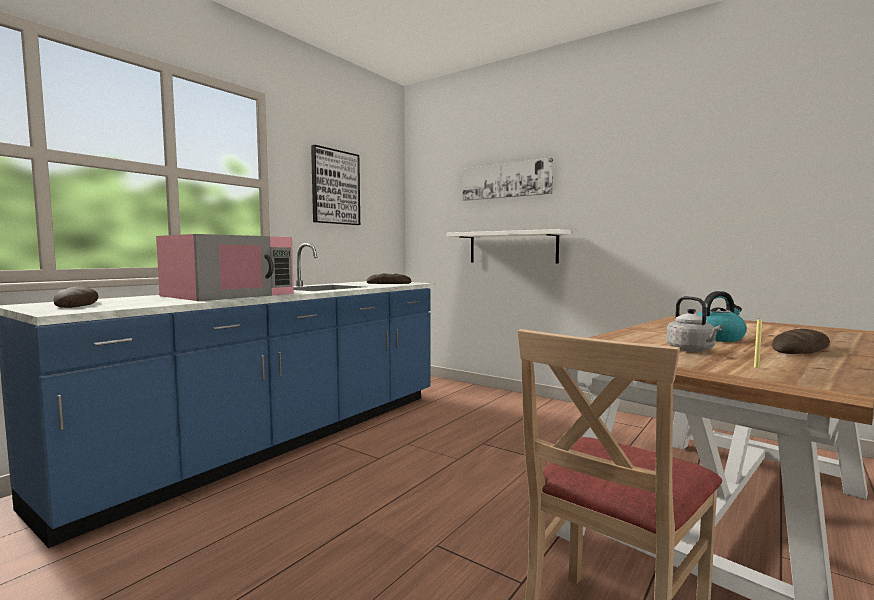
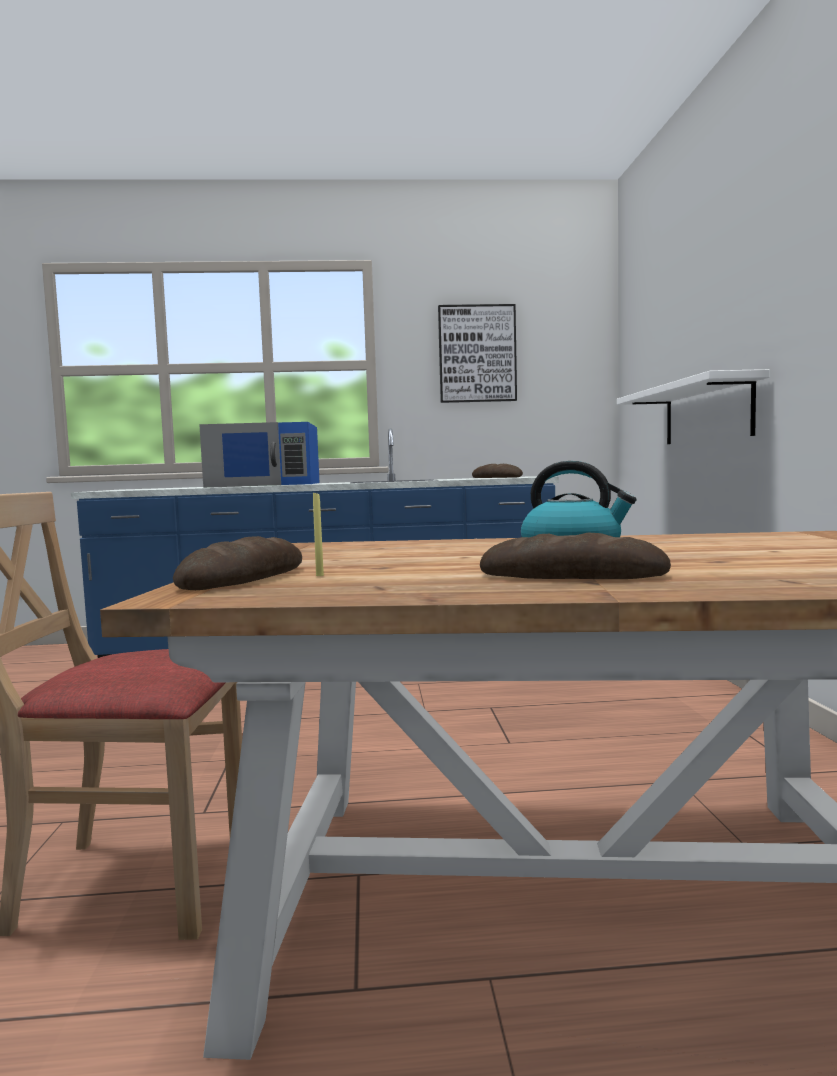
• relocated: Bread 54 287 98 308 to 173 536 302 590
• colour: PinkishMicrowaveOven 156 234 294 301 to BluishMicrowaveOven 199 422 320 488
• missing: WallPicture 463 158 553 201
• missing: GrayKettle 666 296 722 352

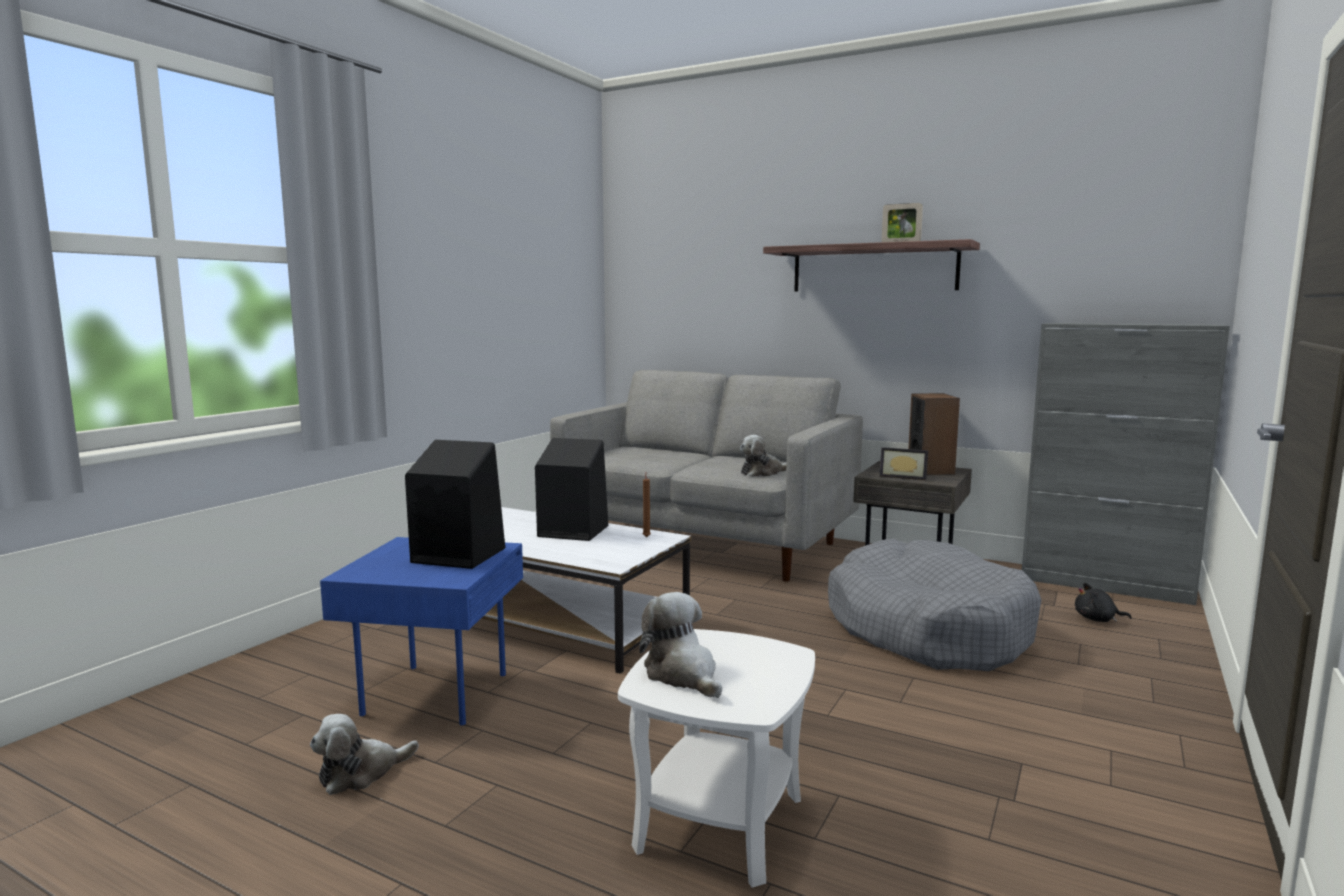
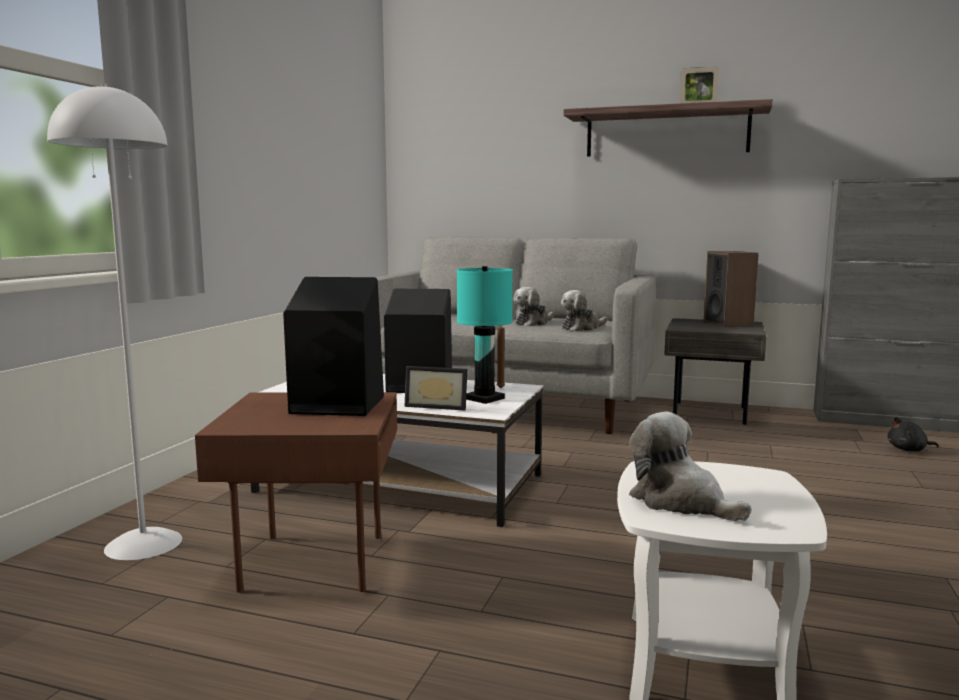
• relocated: SoftToy 310 714 419 795 to 513 287 554 326
• colour: BluishAccentTable 320 537 523 725 to BrownColouredAccentTable 195 392 397 592
• missing: GrayDogBed 828 539 1041 671
• relocated: PhotoFrame 879 447 928 480 to 405 366 467 410
• appeared: WhiteStandardLamp 47 84 182 561
• appeared: TurquoiseTabletopLamp 457 266 513 404

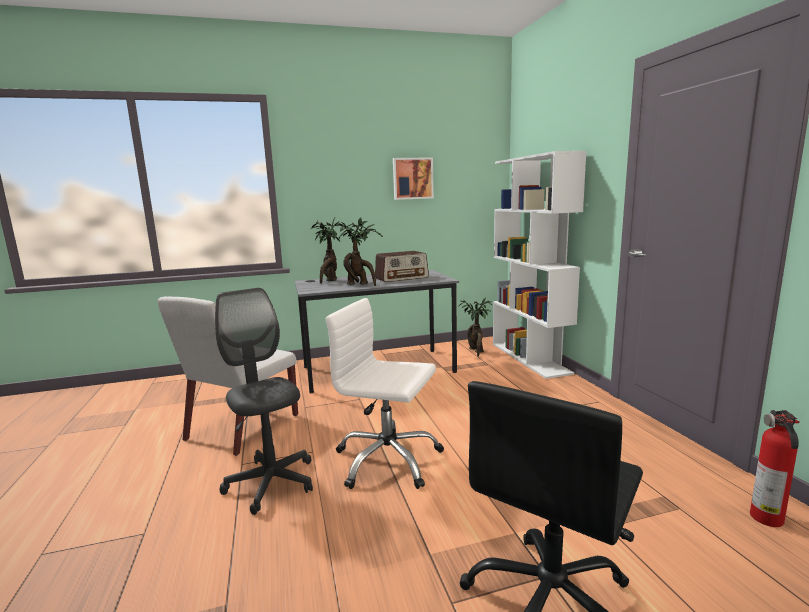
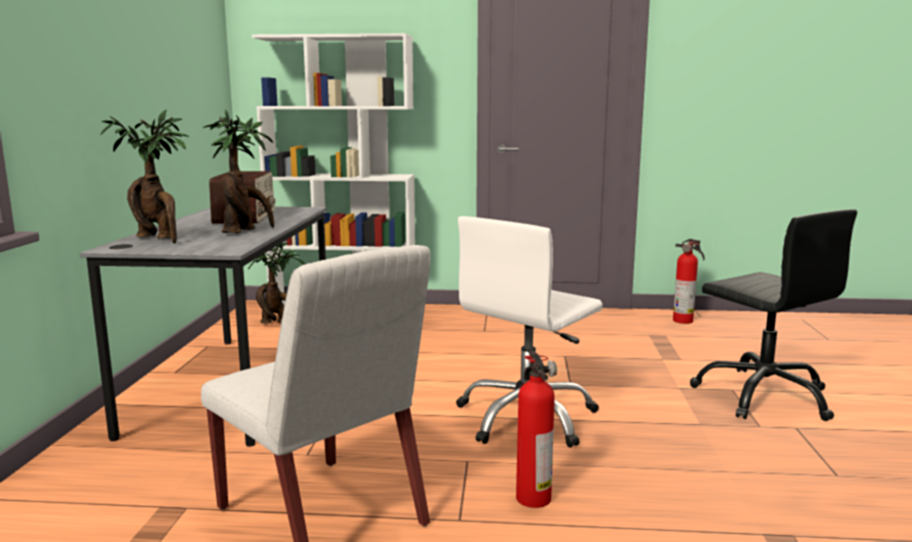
• exchanged: GrayComputerChair 215 288 313 515 to FireExtinguisher 516 350 557 508
• missing: WallPicture 393 157 434 200

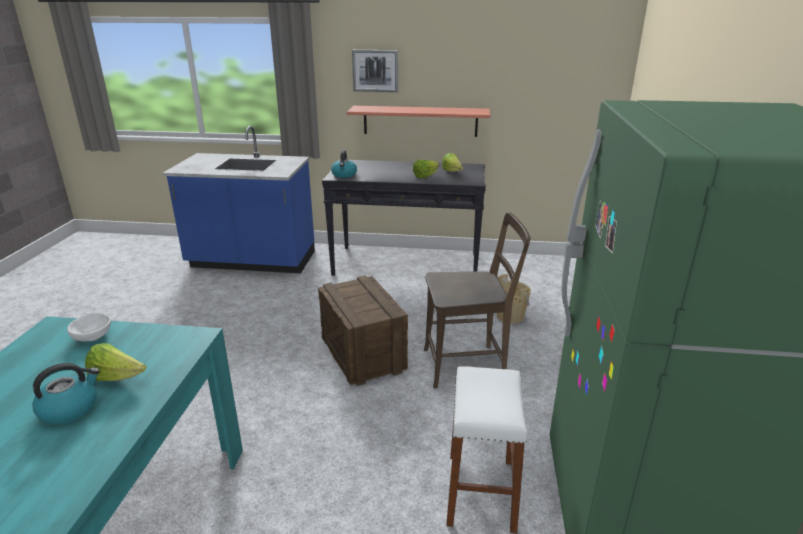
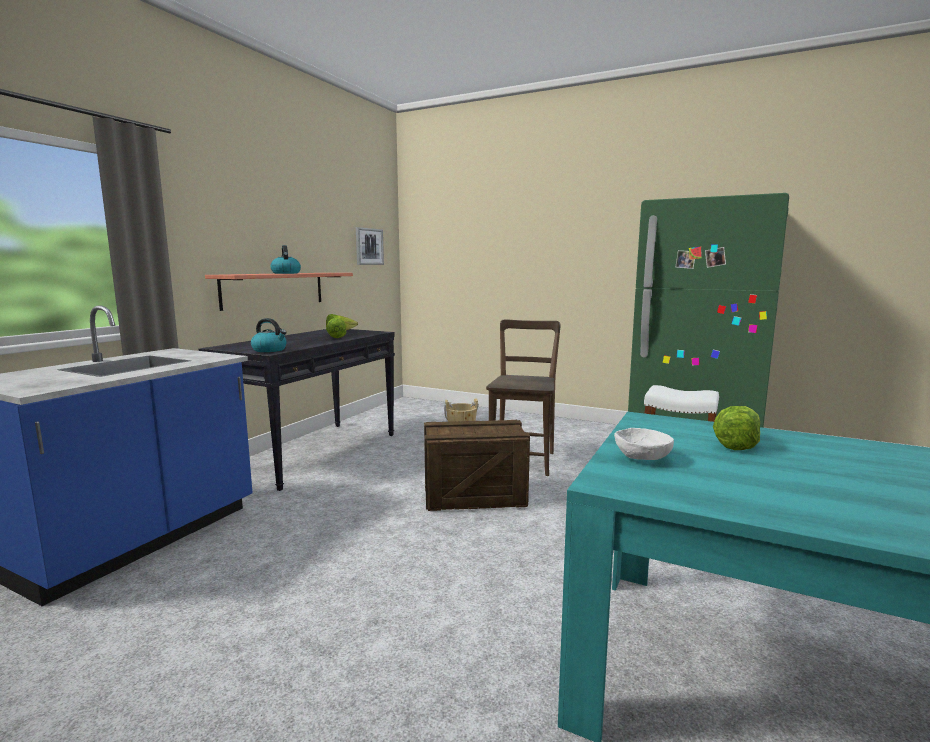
• relocated: Kettle 32 363 100 424 to 270 245 301 274
• relocated: WallPicture 352 50 398 92 to 356 227 384 265

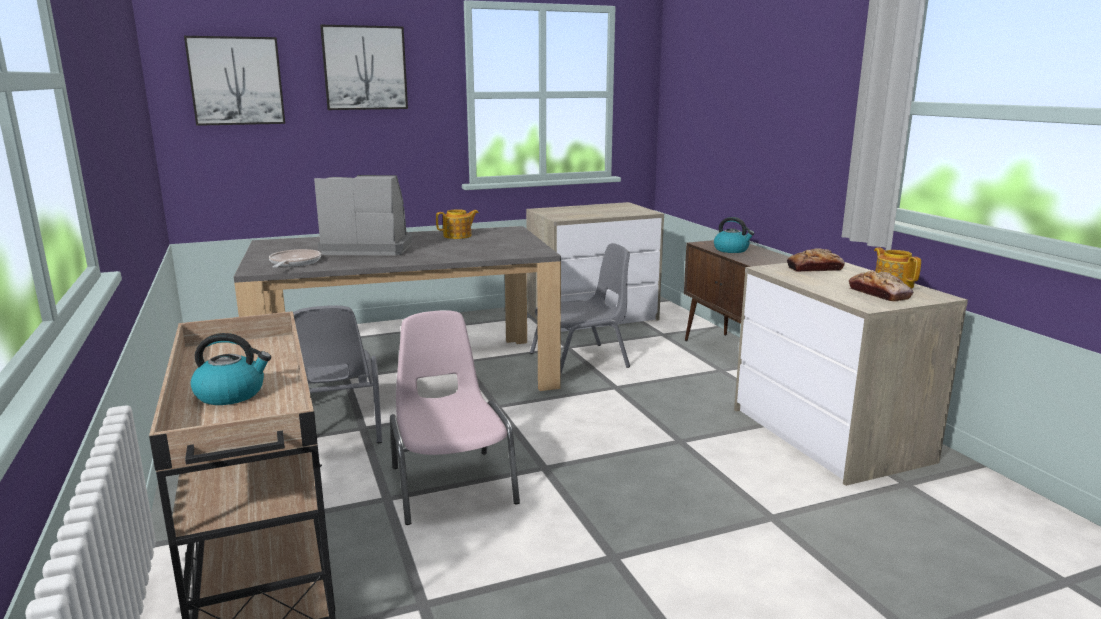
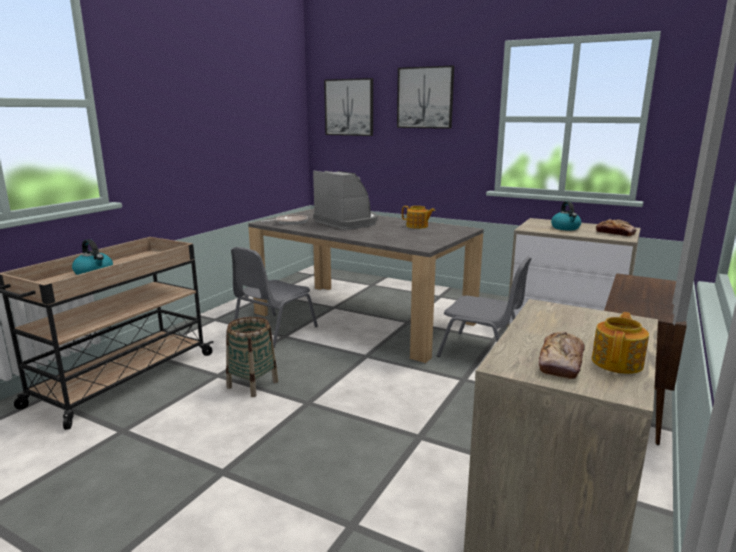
• exchanged: PinkishPlainChair 390 310 520 525 to StorageBasket 226 317 278 397
• relocated: Kettle 714 217 755 253 to 551 201 581 230
• relocated: Bread 787 248 845 272 to 596 219 636 236

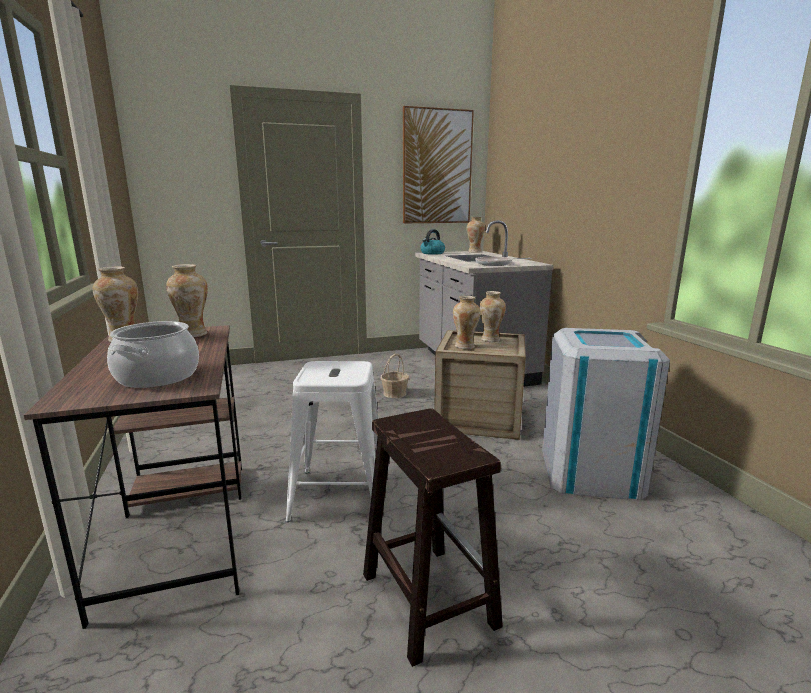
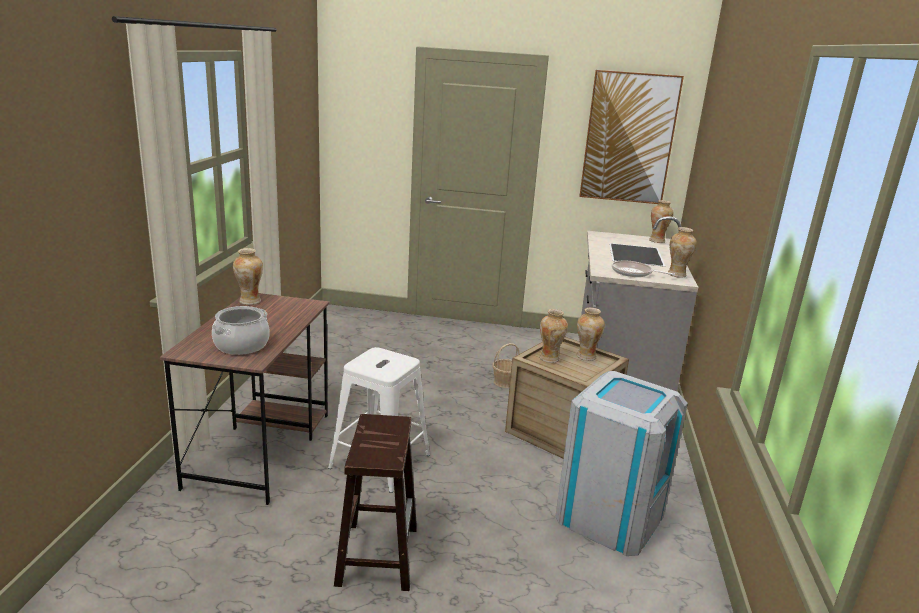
• relocated: FlowerVase 166 264 208 337 to 668 227 697 278
• missing: Kettle 421 229 445 255

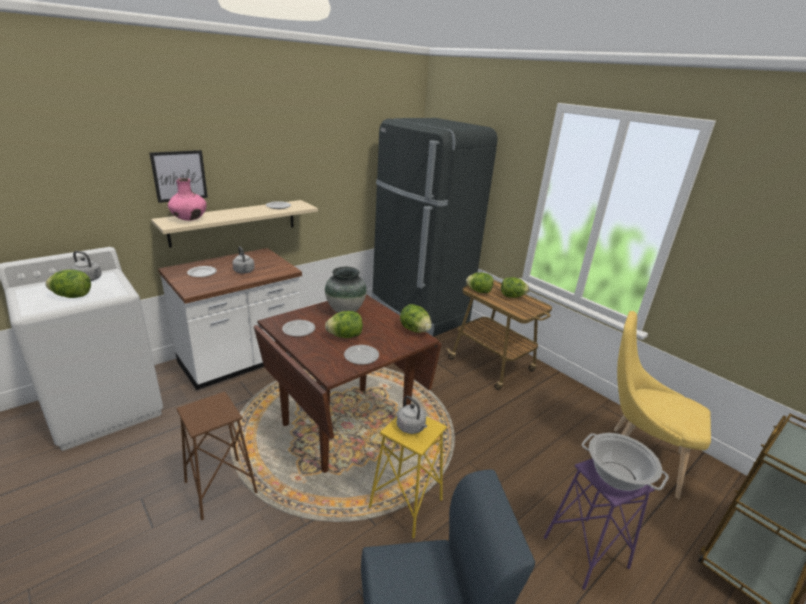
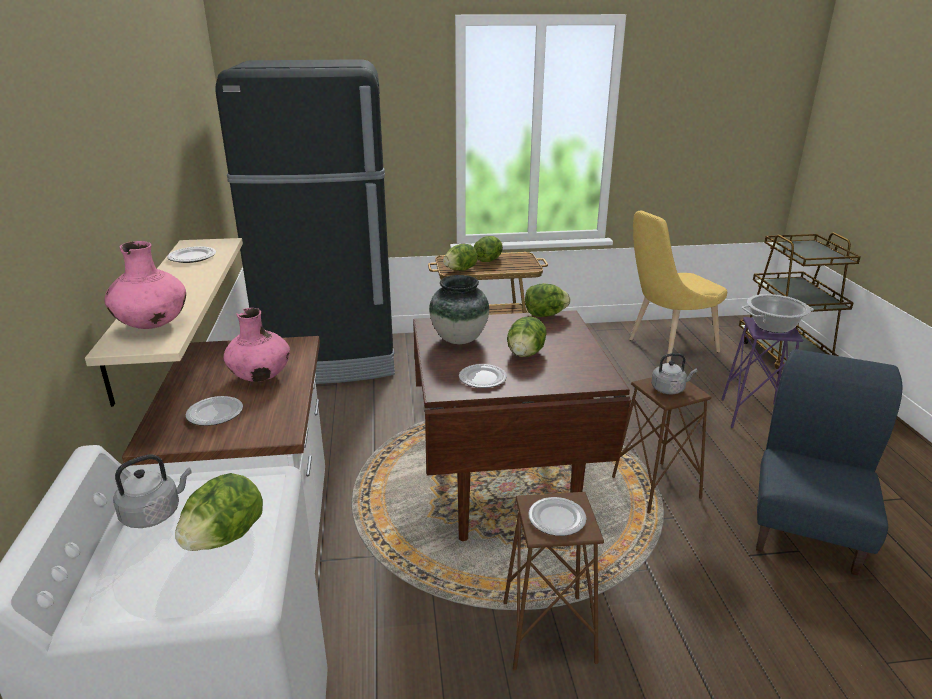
• missing: WallPicture 150 150 208 203
• exchanged: GrayKettle 232 246 255 274 to PinkishFlowerVase 224 308 290 382
• relocated: FlatDish 344 345 379 365 to 528 497 587 536
• colour: YellowStoolSeat 369 416 447 538 to BrownColouredStoolSeat 612 377 711 513

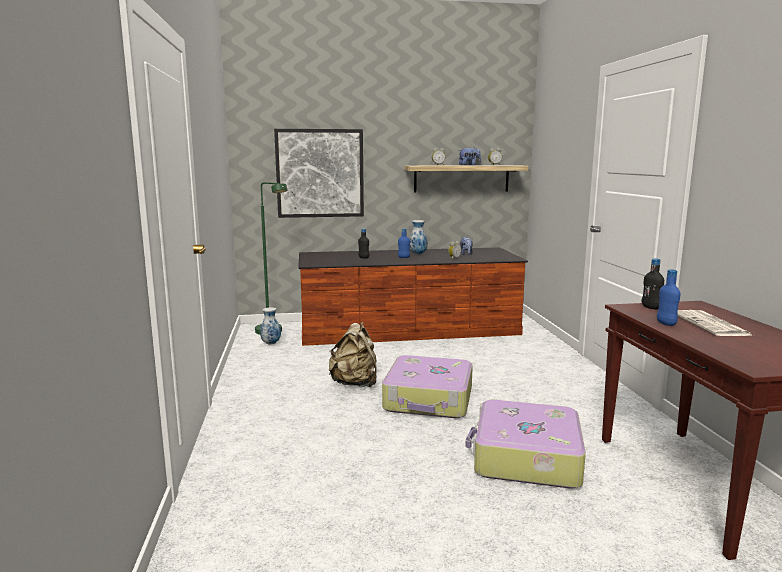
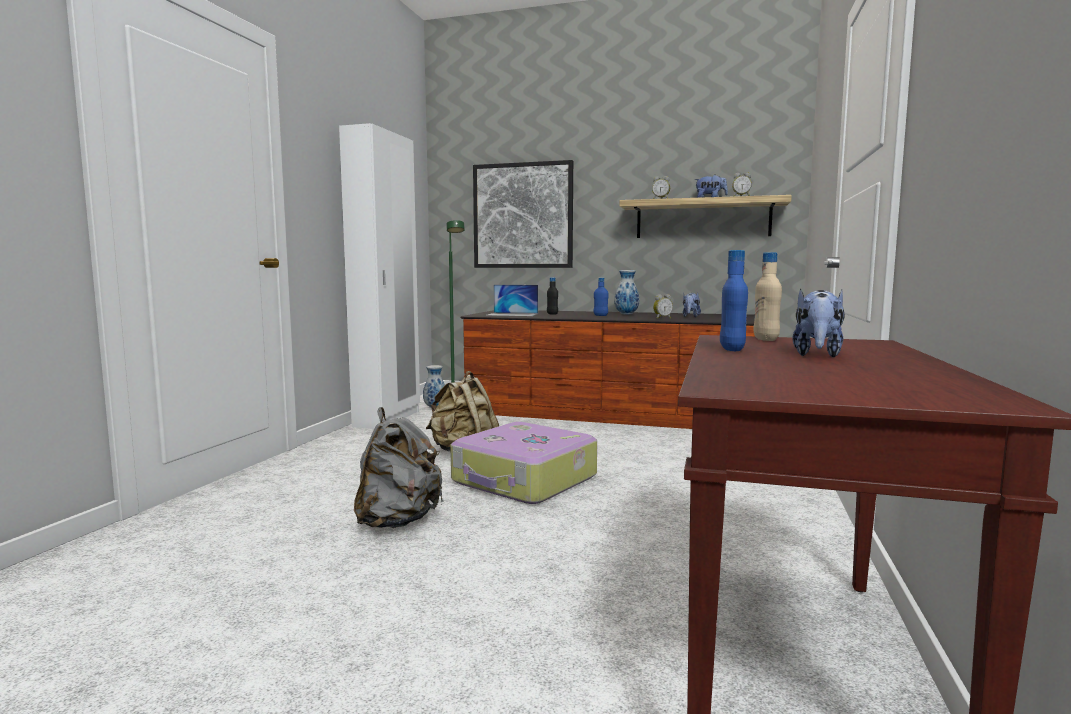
• missing: TravelCase 465 400 586 488
• colour: BlackColouredBottle 642 258 664 310 to BeigeBottle 754 252 782 341
• exchanged: Newspaper 677 310 753 336 to SoftToy 792 288 845 357
• appeared: WhiteArmoire 339 123 420 429
• appeared: GrayBackpack 354 407 444 528
• appeared: Laptop 486 284 538 316

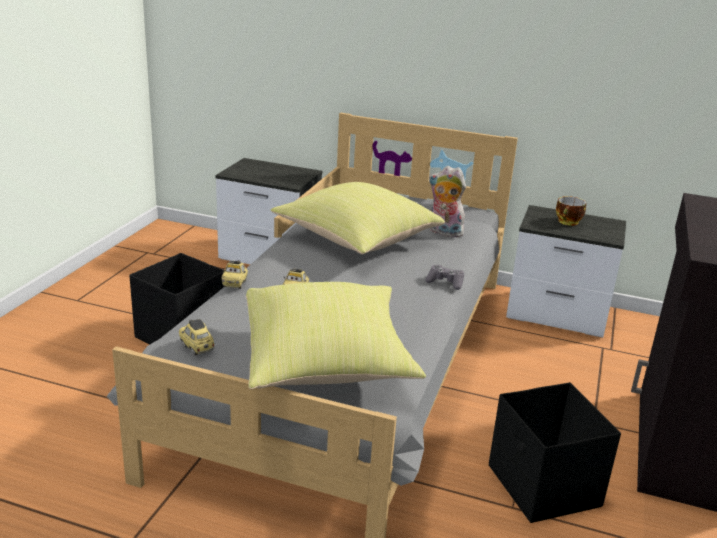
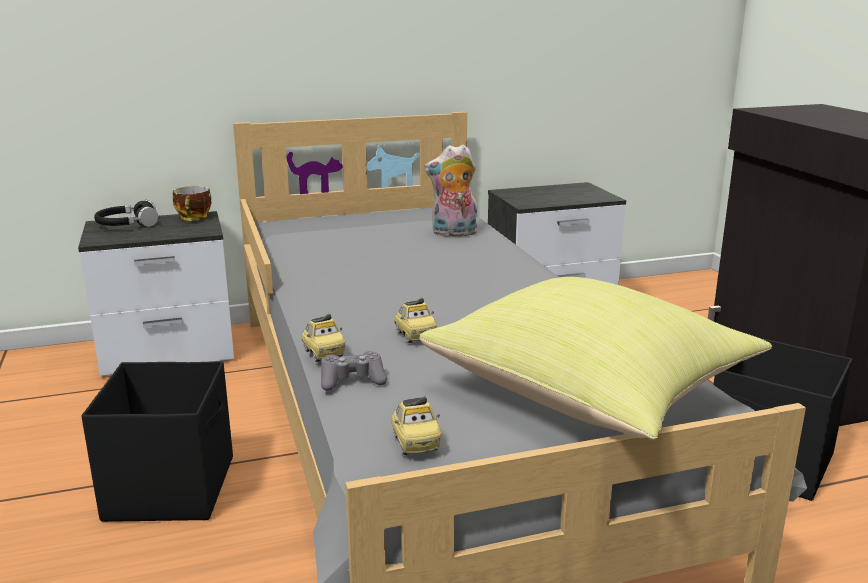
• spun: ModelCar 179 319 214 356 = 391 396 441 455 120 degrees counterclockwise
• missing: YellowCushion 271 182 445 254
• relocated: GrayJoypad 425 265 464 290 to 321 351 387 391
• relocated: SmallCup 556 196 586 226 to 173 186 211 221
• appeared: BlackColouredPairOfHeadphones 94 200 158 227

